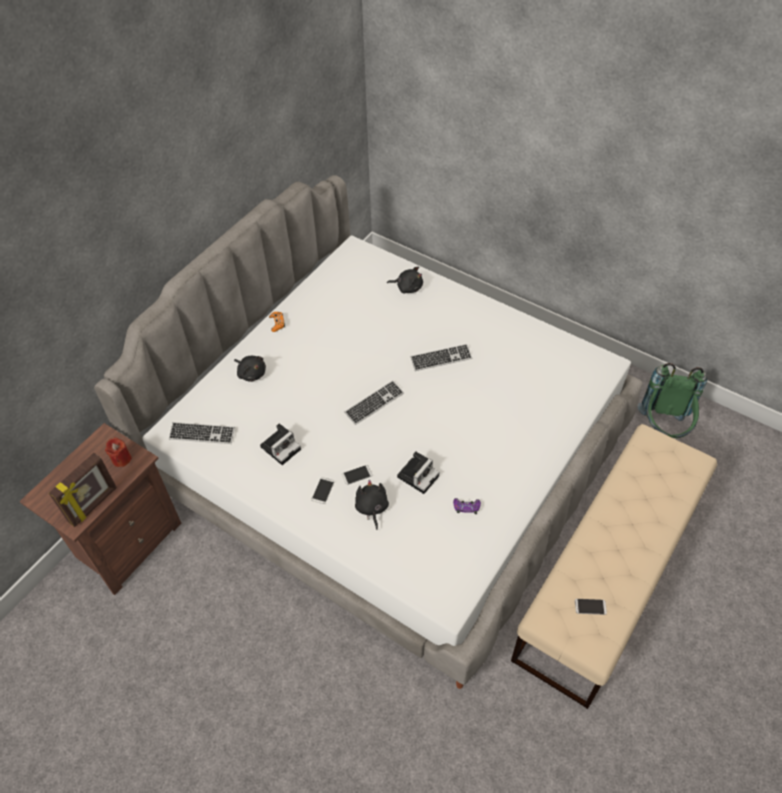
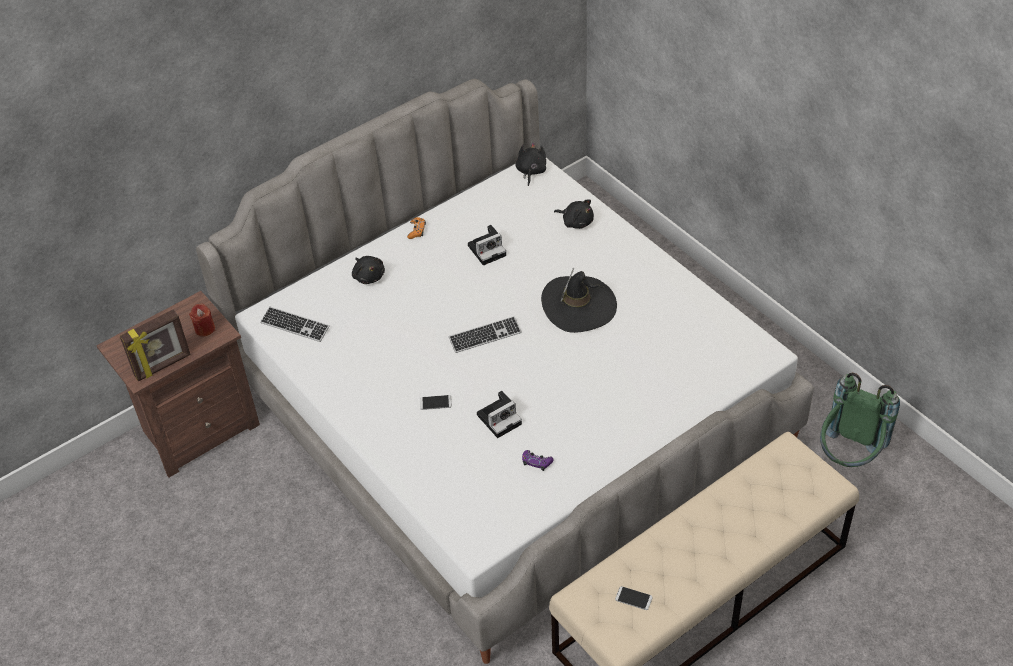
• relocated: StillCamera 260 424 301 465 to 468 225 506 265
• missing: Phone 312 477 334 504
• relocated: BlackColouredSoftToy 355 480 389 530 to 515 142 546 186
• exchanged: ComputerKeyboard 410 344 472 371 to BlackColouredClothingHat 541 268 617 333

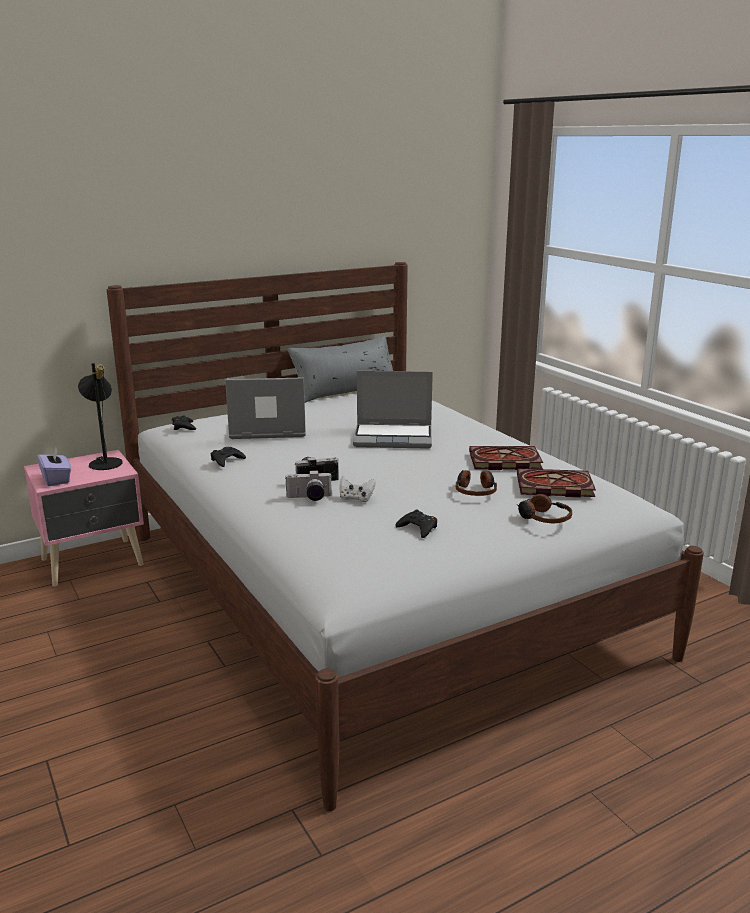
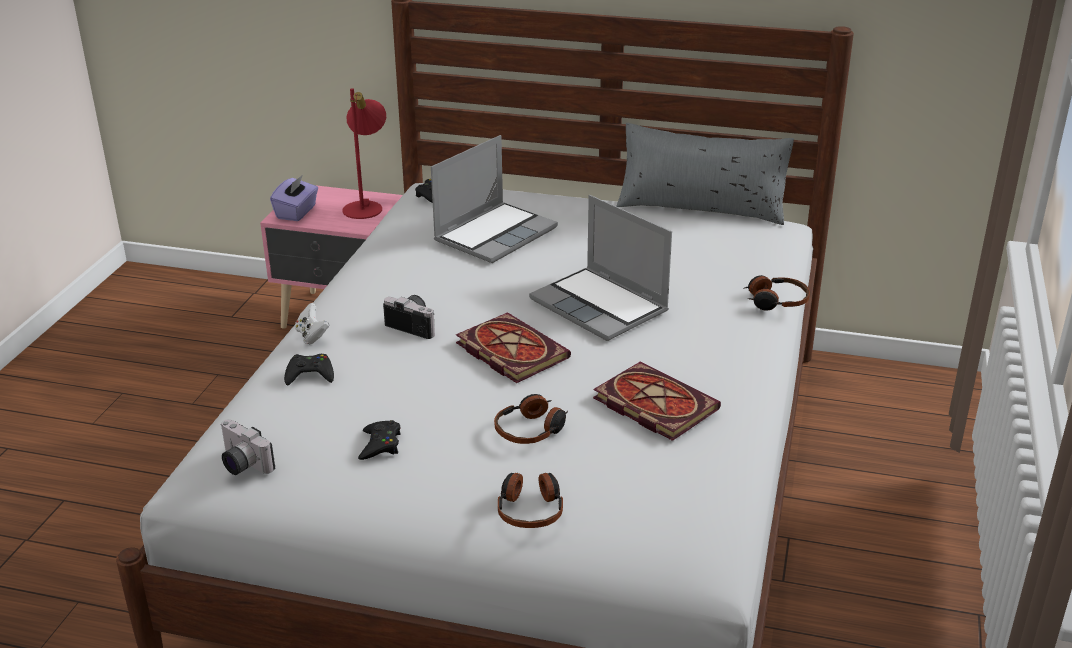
• colour: BlackColouredTabletopLamp 78 363 123 470 to RedColouredTabletopLamp 342 88 386 219
• relocated: BlackColouredJoypad 211 447 246 467 to 284 354 334 385
• spun: Laptop 225 377 306 439 = 431 135 558 263 90 degrees clockwise
• relocated: StillCamera 285 470 332 501 to 221 419 275 475
• relocated: WhiteJoypad 339 475 376 502 to 295 303 329 344
• relocated: Volume 517 468 596 497 to 456 312 571 383
• appeared: PairOfHeadphones 743 275 810 310

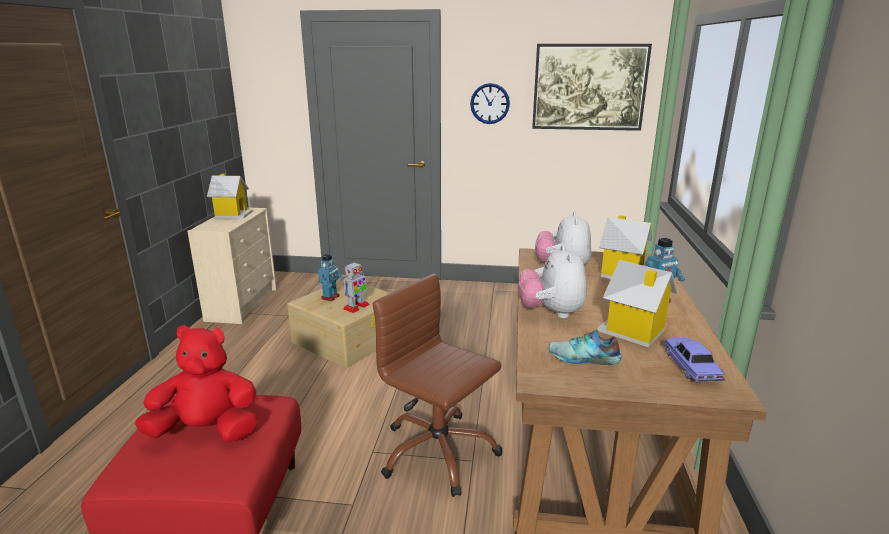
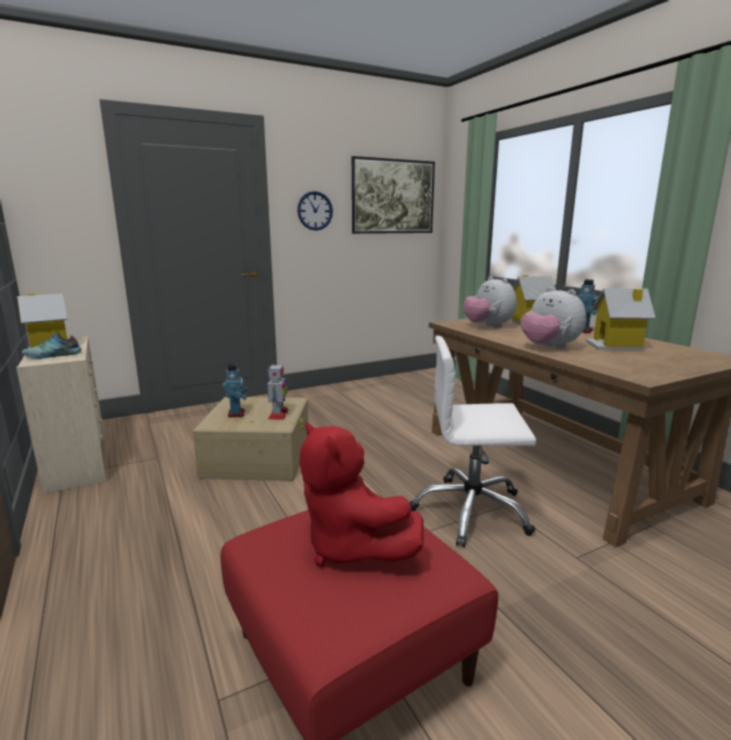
• spun: RedColouredSoftToy 135 325 258 442 = 299 421 424 567 90 degrees counterclockwise
• colour: BrownColouredComputerChair 373 274 503 497 to WhiteComputerChair 409 336 536 547
• relocated: ItemOfFootwear 549 330 622 365 to 22 333 81 359
• missing: ModelCar 664 338 725 383

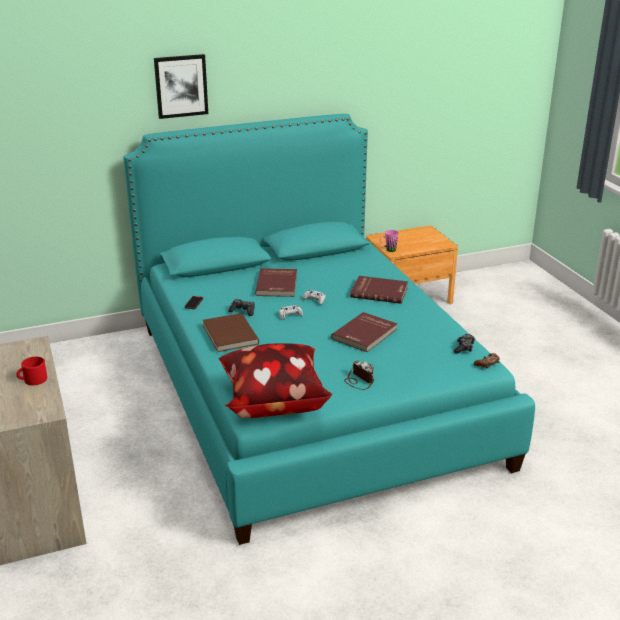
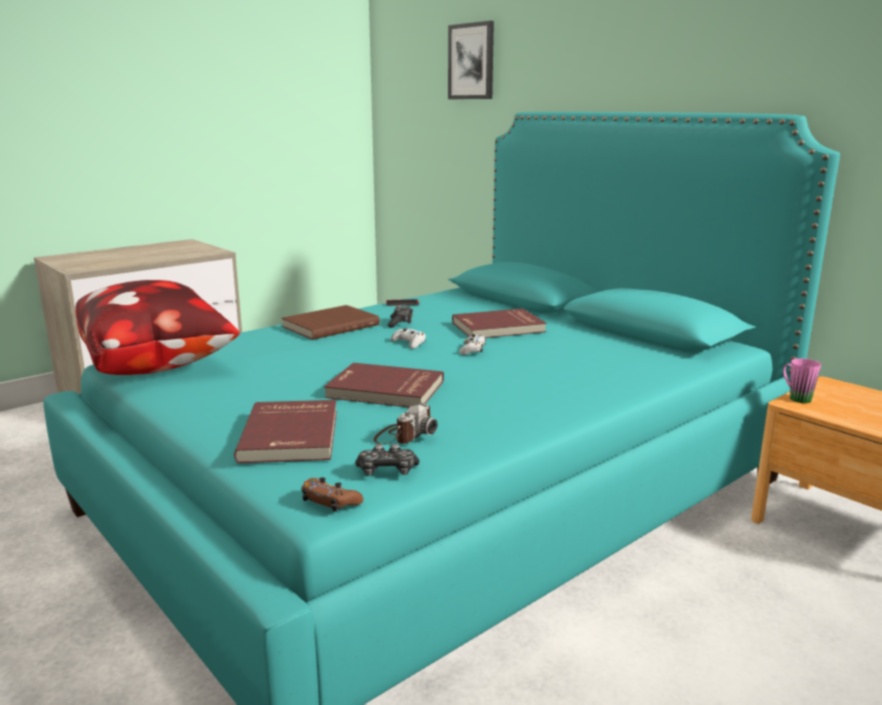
• missing: RedColouredTeaMug 16 357 47 385
• relocated: WallPicture 154 54 208 119 to 448 21 494 99
• relocated: StillCamera 344 360 374 390 to 374 402 437 444
• relocated: RedColouredVolume 350 276 408 304 to 234 400 337 463

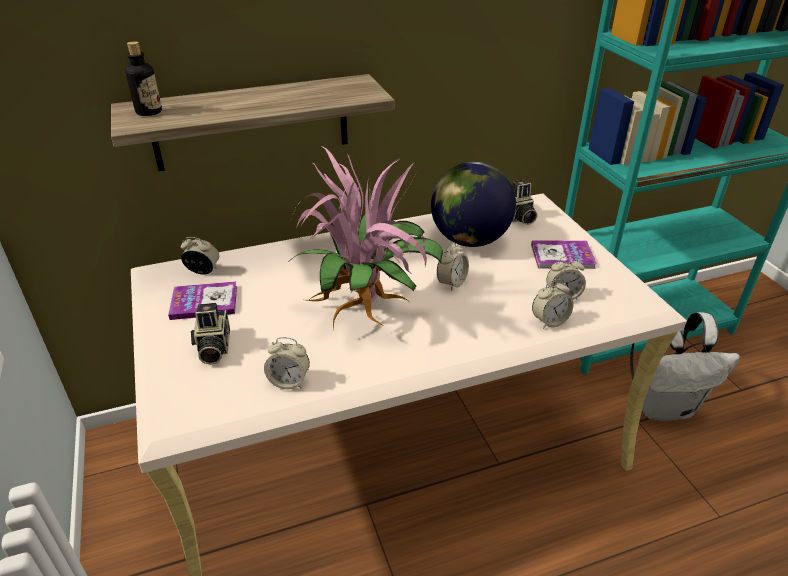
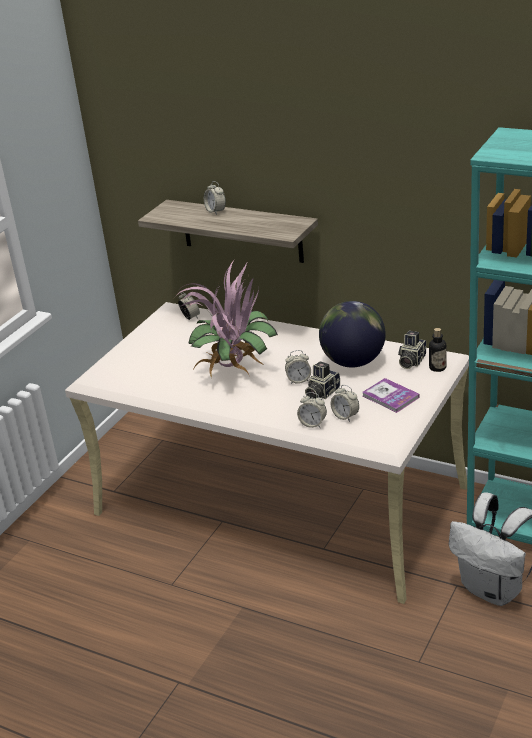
• relocated: Bottle 125 41 162 116 to 429 328 447 372
• missing: Volume 168 281 237 320
• relocated: StillCamera 191 303 230 365 to 305 361 340 399
• relocated: BedsideClock 264 337 310 389 to 204 181 226 215

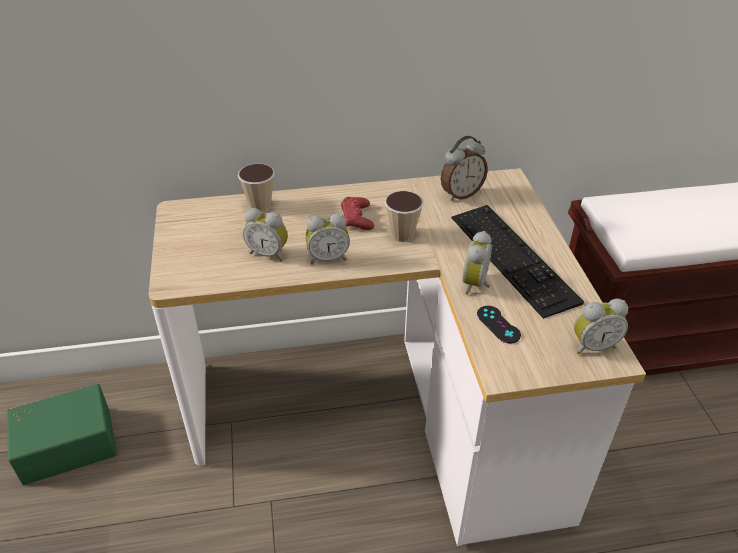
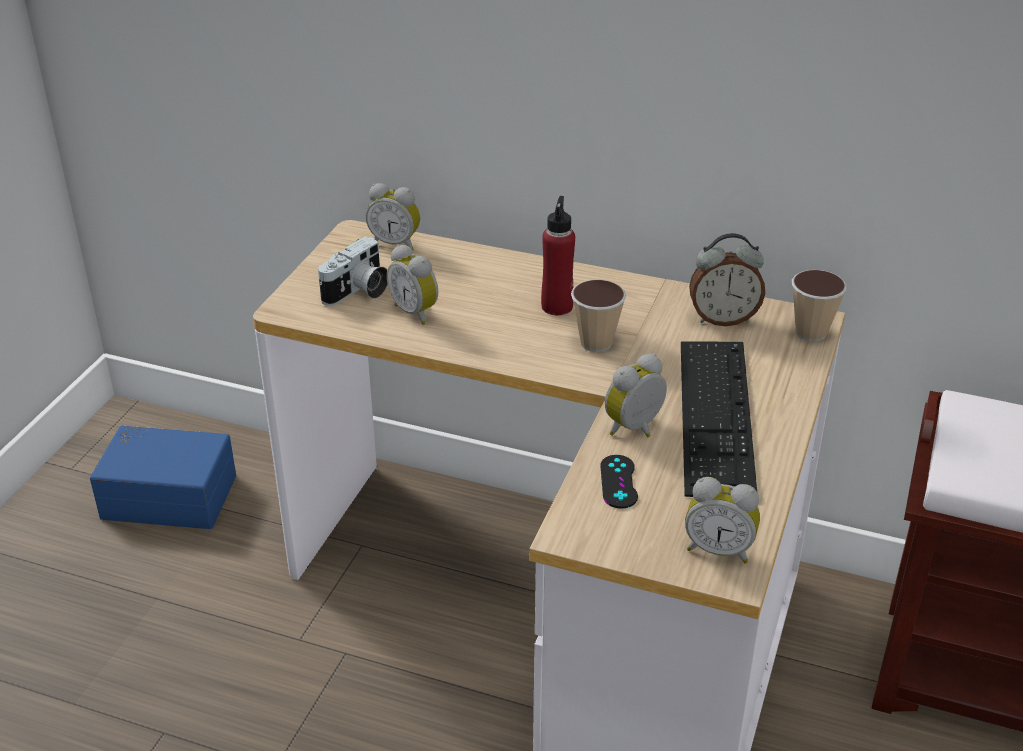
• colour: GreenishStorageContainer 6 384 117 485 to BluishStorageContainer 90 426 236 529
• relocated: SmallCup 238 164 275 212 to 792 270 847 342
• relocated: BedsideClock 305 213 350 265 to 366 183 420 250
• exchanged: RedColouredJoypad 341 197 374 230 to RedColouredBottle 541 196 575 315
• appeared: StillCamera 318 236 388 306

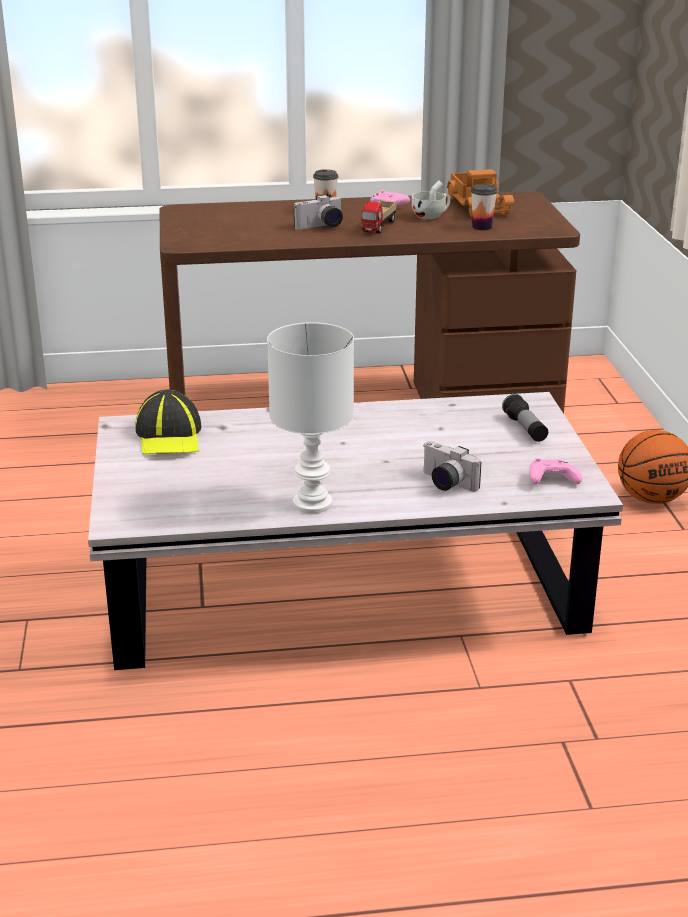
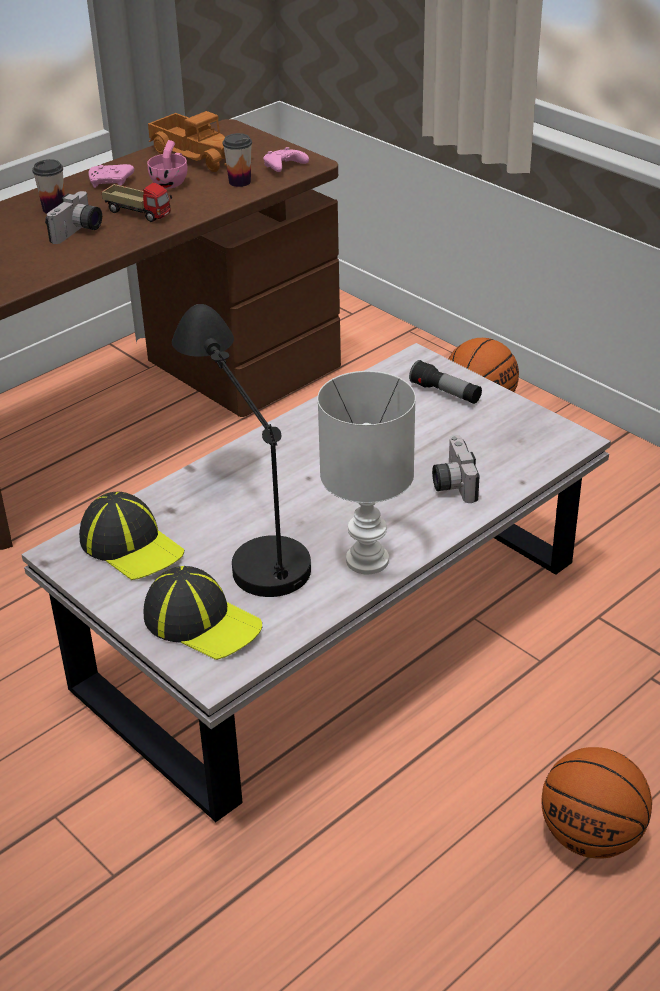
• spun: ModelTruck 361 201 397 233 = 102 183 172 222 45 degrees counterclockwise
• colour: WhiteSmallCup 411 180 450 219 to PinkishSmallCup 147 140 188 188
• spun: StillCamera 424 441 481 491 = 432 435 480 503 75 degrees clockwise
• relocated: PinkishJoypad 529 458 582 484 to 264 147 309 172
• appeared: BaseballCap 144 566 262 660
• appeared: BlackColouredTabletopLamp 172 304 311 597
• appeared: Basketball 541 747 652 859

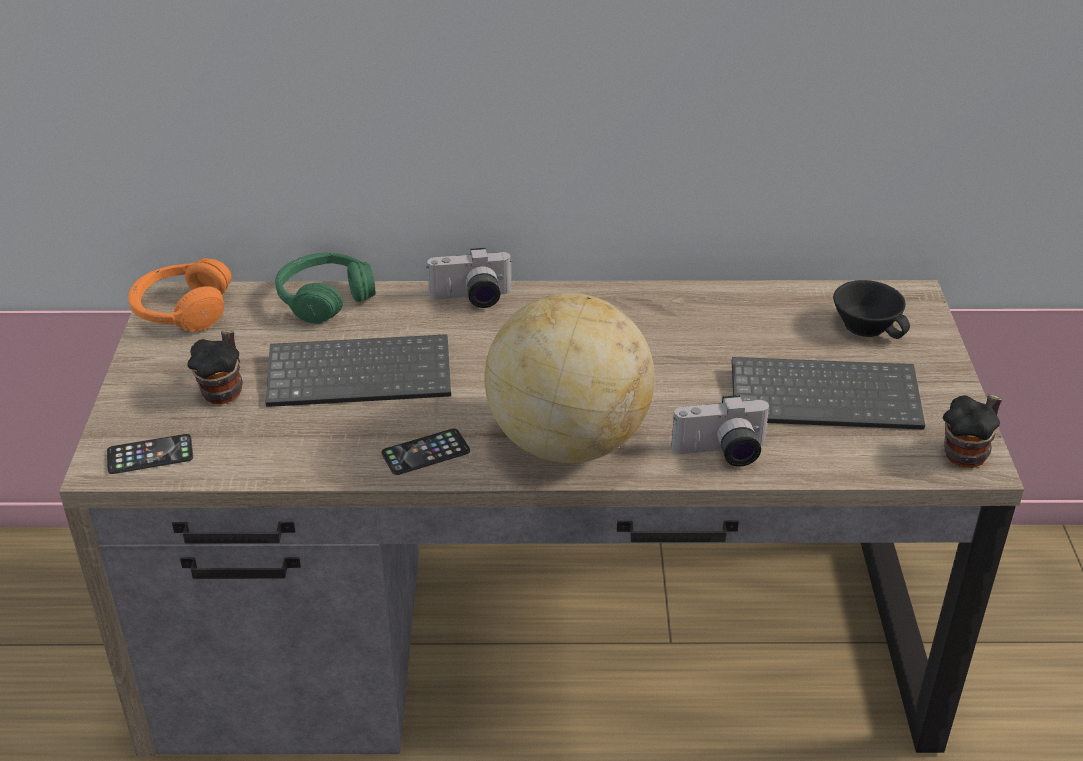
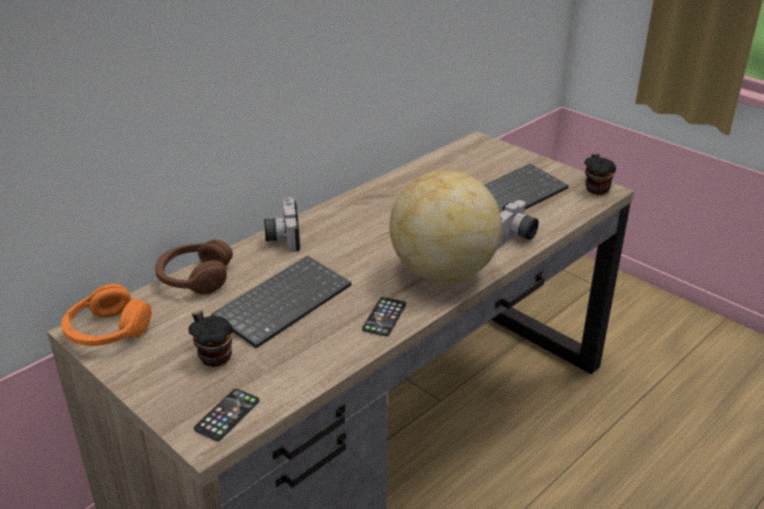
• colour: GreenishPairOfHeadphones 275 253 375 324 to BrownColouredPairOfHeadphones 155 239 233 295
• spun: StillCamera 426 248 513 308 = 264 197 300 252 135 degrees clockwise
• missing: BlackColouredSmallCup 833 280 910 339

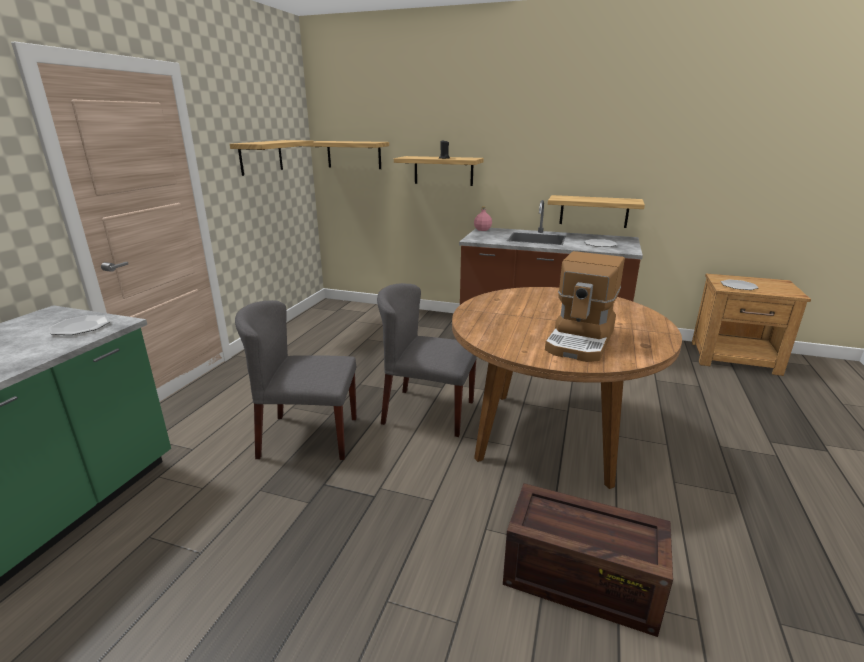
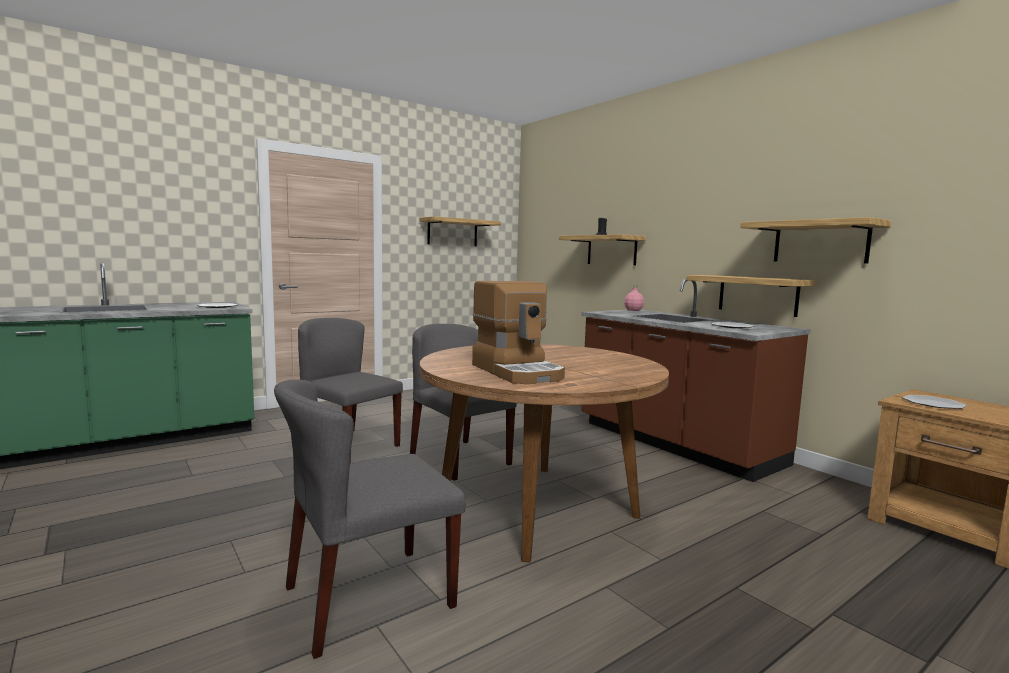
• relocated: Shelf 303 141 389 169 to 740 217 892 264
• exchanged: ShippingCrate 503 483 673 637 to GrayPlainChair 274 379 466 659
• spun: CoffeeMaker 545 251 625 362 = 472 281 565 384 90 degrees counterclockwise

